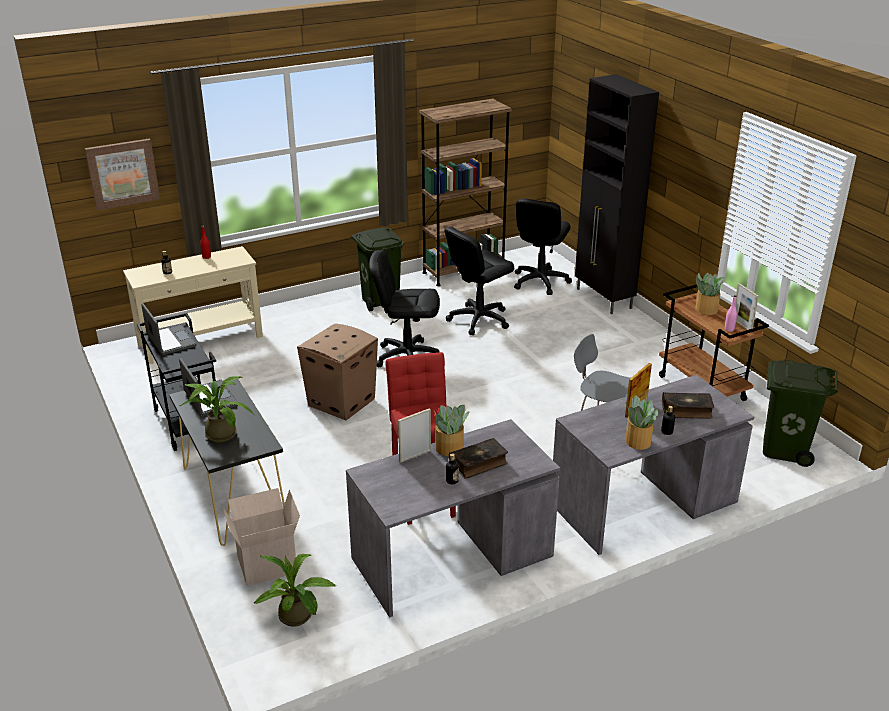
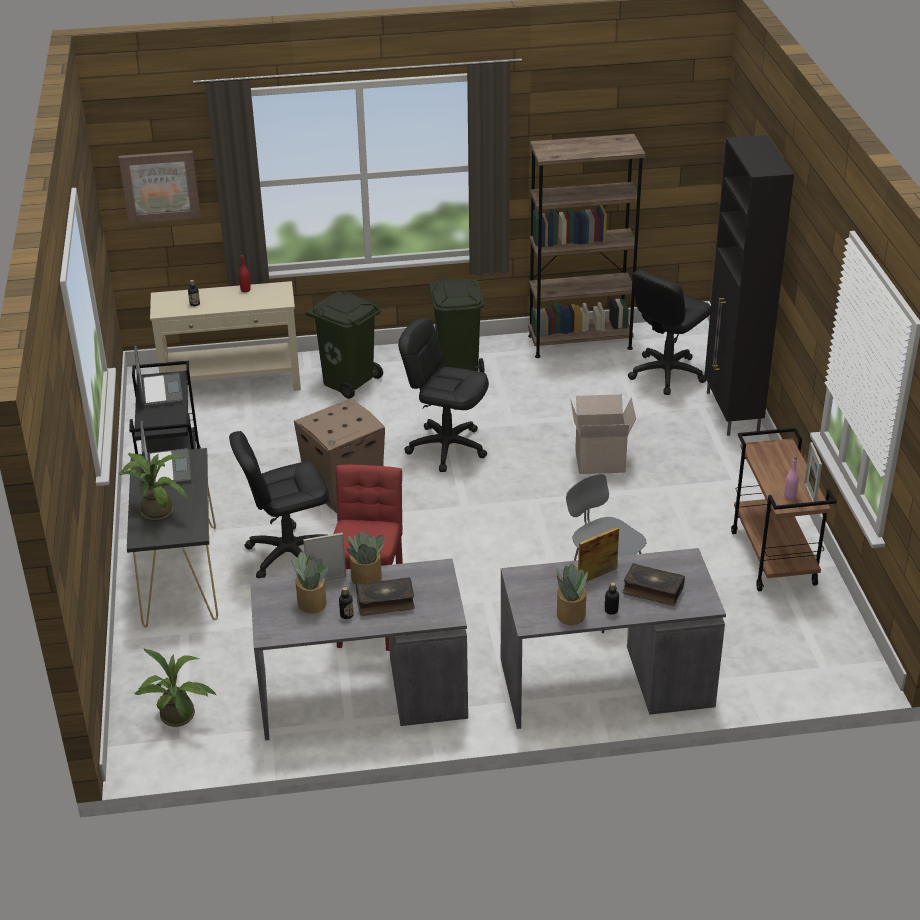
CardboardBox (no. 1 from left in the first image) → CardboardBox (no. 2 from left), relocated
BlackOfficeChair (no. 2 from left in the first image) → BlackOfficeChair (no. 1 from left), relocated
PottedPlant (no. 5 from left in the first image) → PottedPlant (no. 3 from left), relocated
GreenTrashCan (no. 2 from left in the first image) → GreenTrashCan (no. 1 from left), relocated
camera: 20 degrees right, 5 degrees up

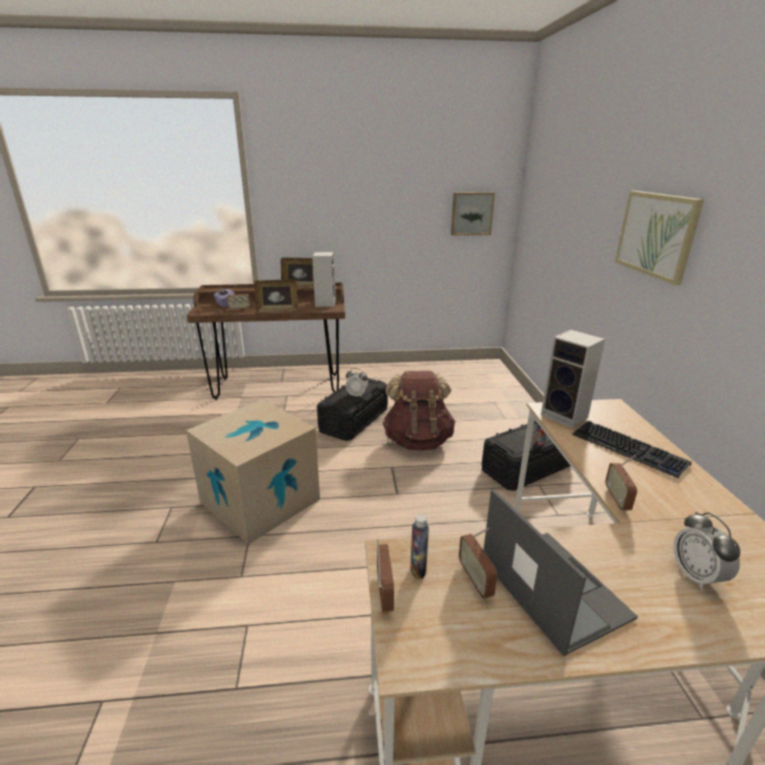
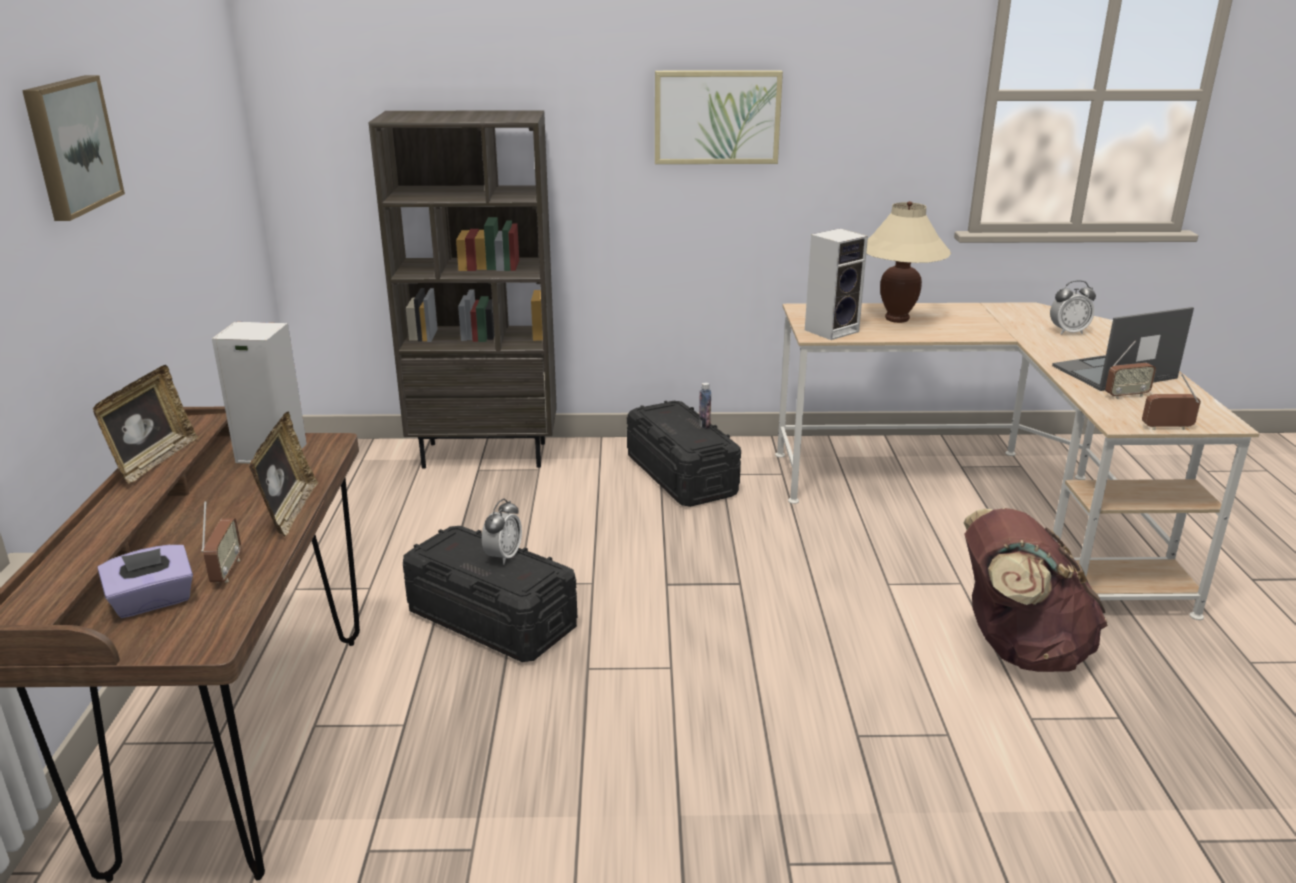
CardboardBox → -
BrownBackpack, relocated
Bottle (no. 1 from left) → -
Picture (no. 1 from left), relocated
Keyboard → BeigeTableLamp
Radio (no. 4 from left) → -
- → BrownBookcase
camera: 85 degrees left, 0 degrees up

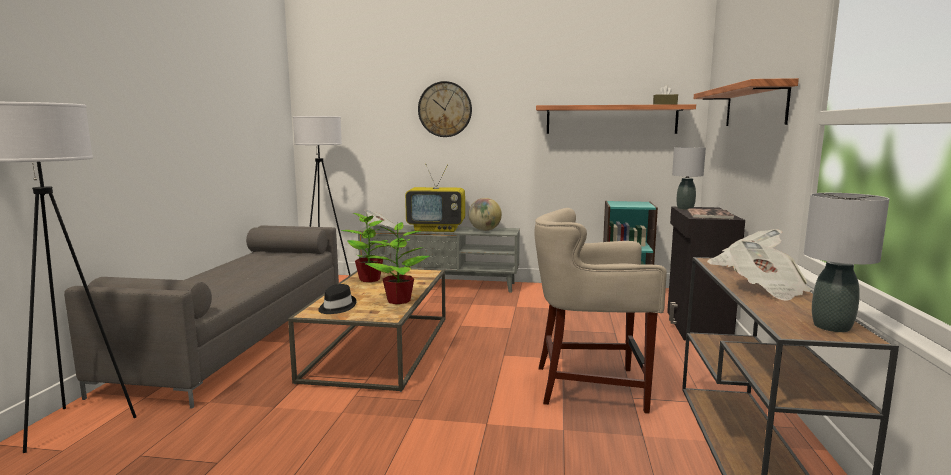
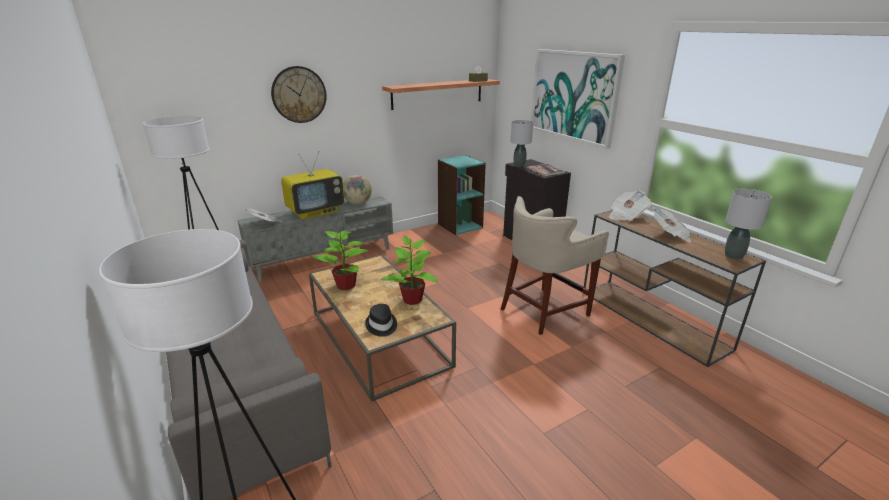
Shelf (no. 2 from left) → Picture
camera: 40 degrees left, 15 degrees up

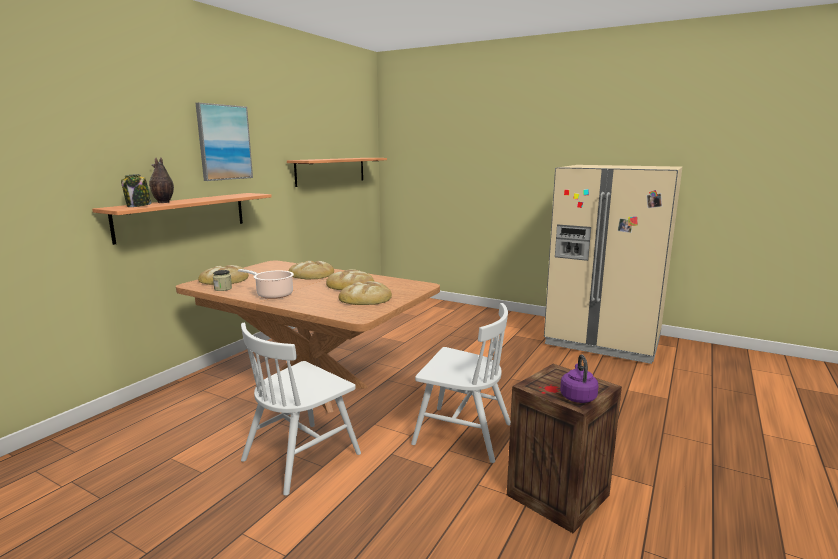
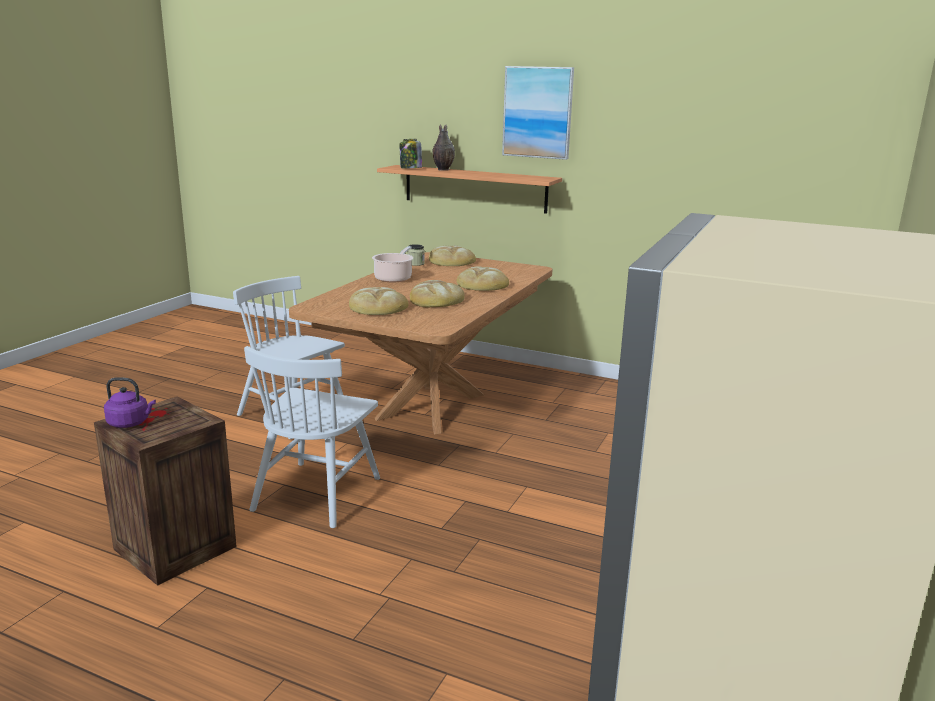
Shelf (no. 2 from left) → -
camera: 85 degrees right, 5 degrees up

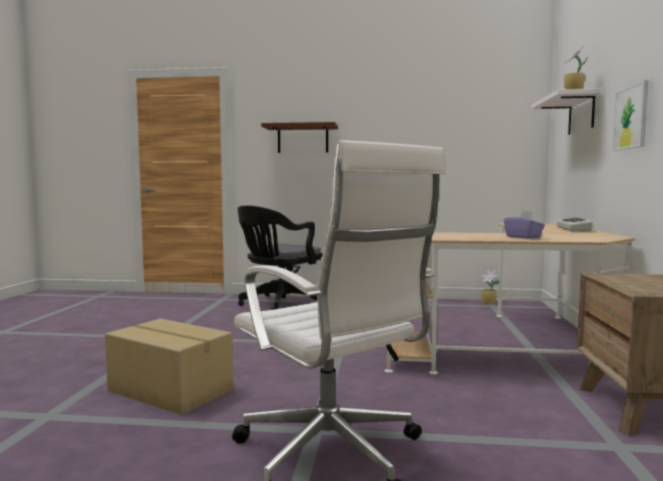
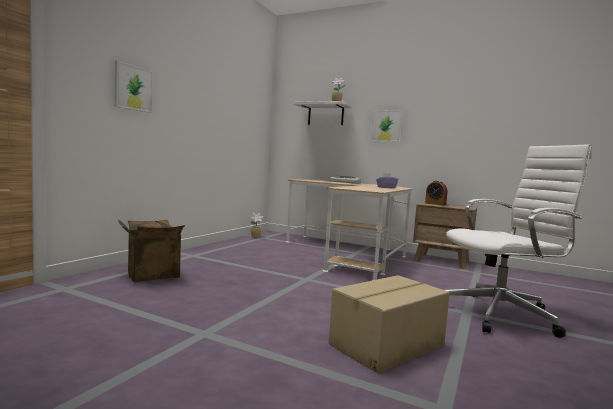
BlackOfficeChair → CardboardBox (no. 1 from left)
BrownShelf → Picture (no. 1 from left)
- → AlarmClock
camera: 70 degrees left, 0 degrees up

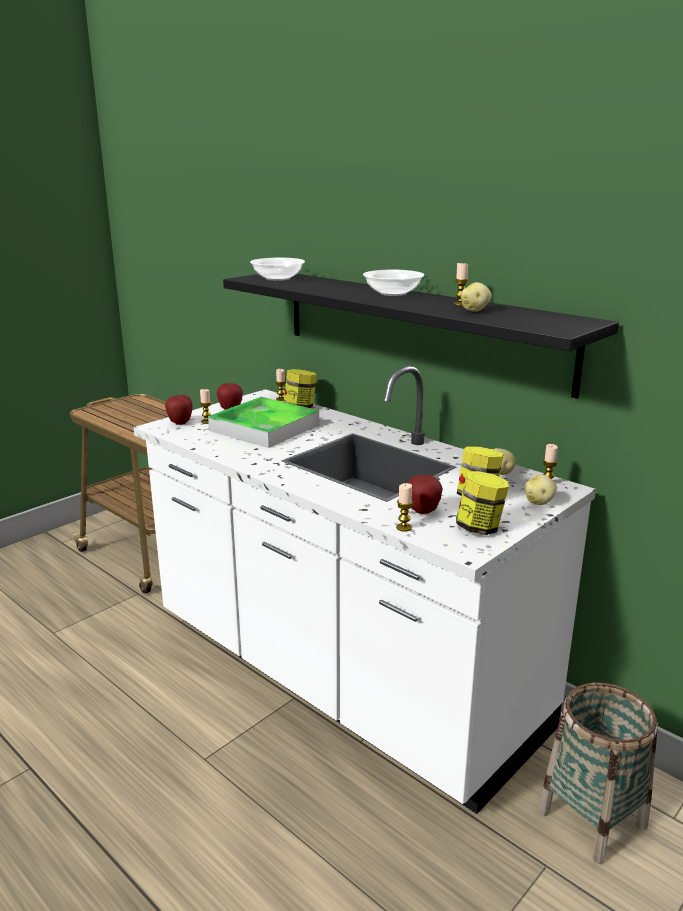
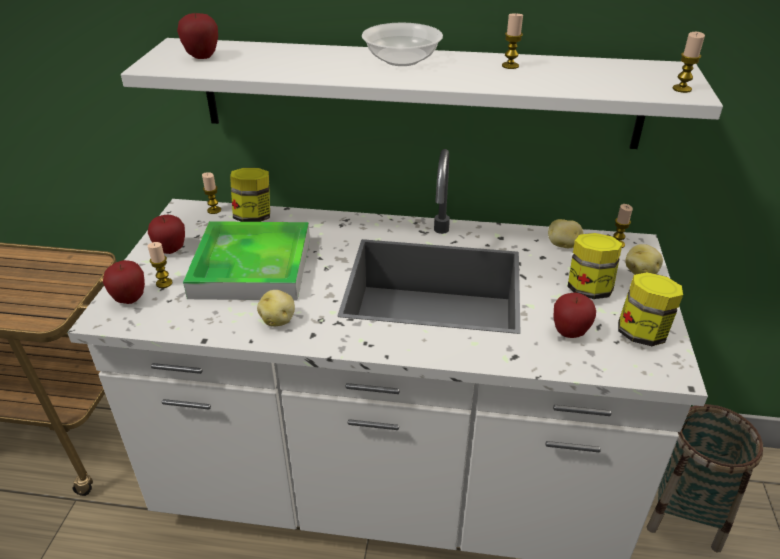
BlackShelf → WhiteShelf
Bowl (no. 1 from left) → Apple (no. 3 from left)
Candle (no. 3 from left in the first image) → Candle (no. 5 from left), relocated
Potato (no. 1 from left), relocated
camera: 35 degrees left, 15 degrees up

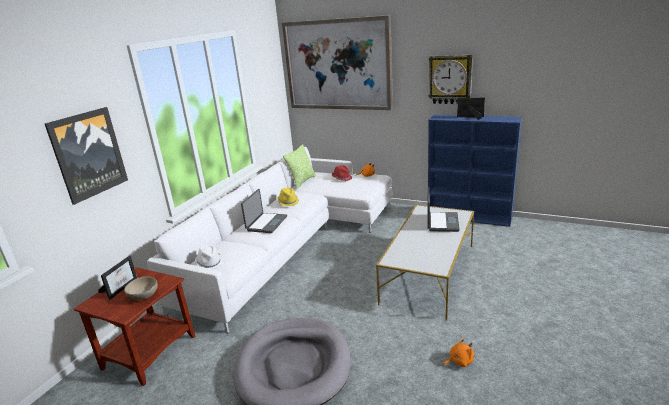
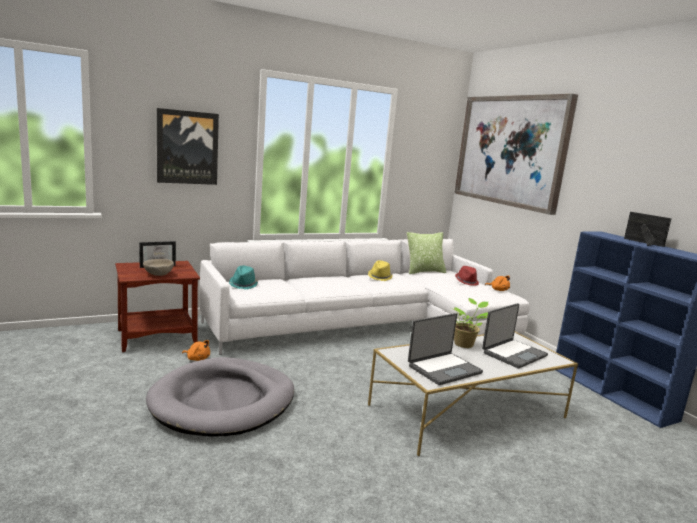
WhiteHat → TurquoiseHat
Laptop (no. 1 from left), relocated
WallClock → -
OrangePlushToy (no. 2 from left in the first image) → OrangePlushToy (no. 1 from left), relocated
- → PottedPlant
camera: 35 degrees right, 10 degrees down

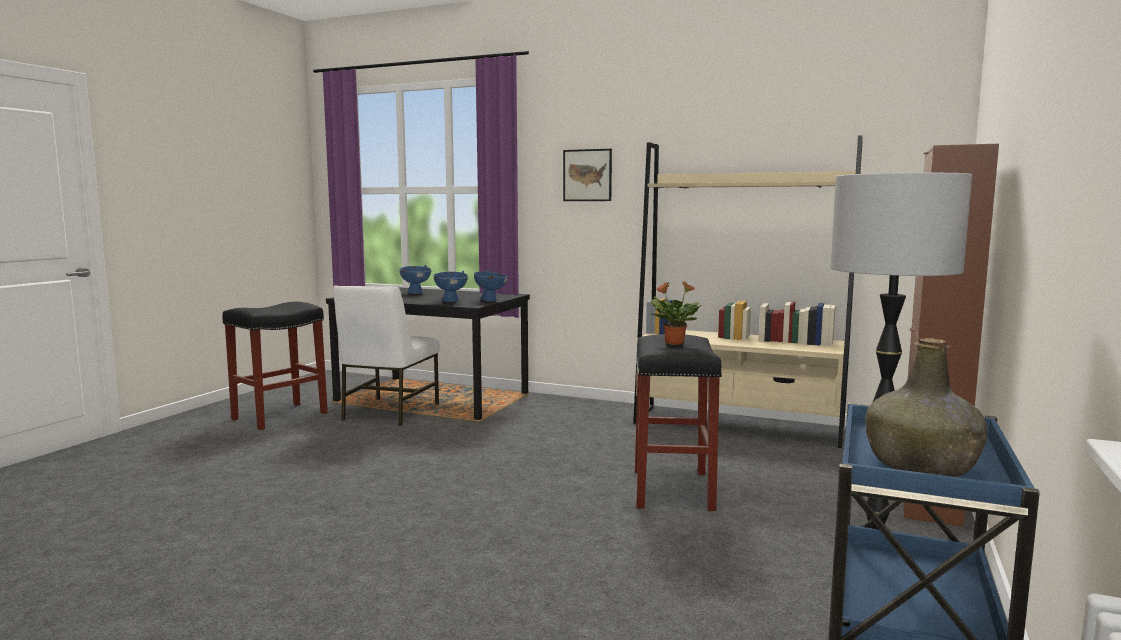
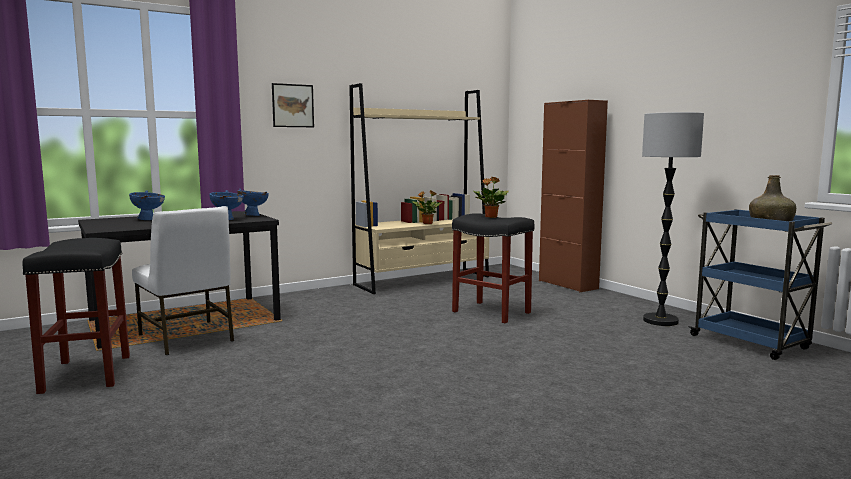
- → PottedPlant (no. 1 from left)
camera: 55 degrees left, 0 degrees up

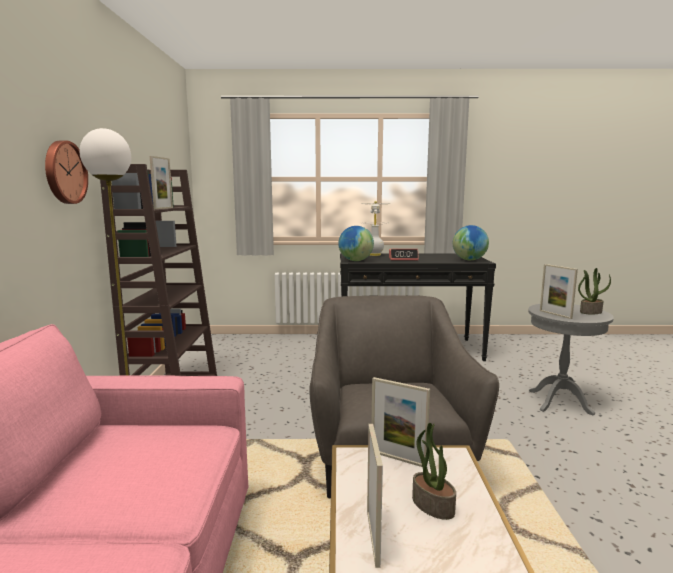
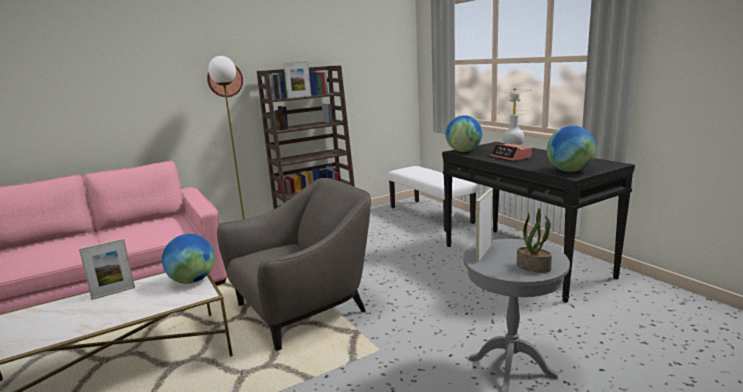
PictureFrame (no. 3 from left) → Globe (no. 1 from left)
PottedPlant (no. 1 from left) → -
- → WhiteBench
camera: 60 degrees right, 5 degrees up

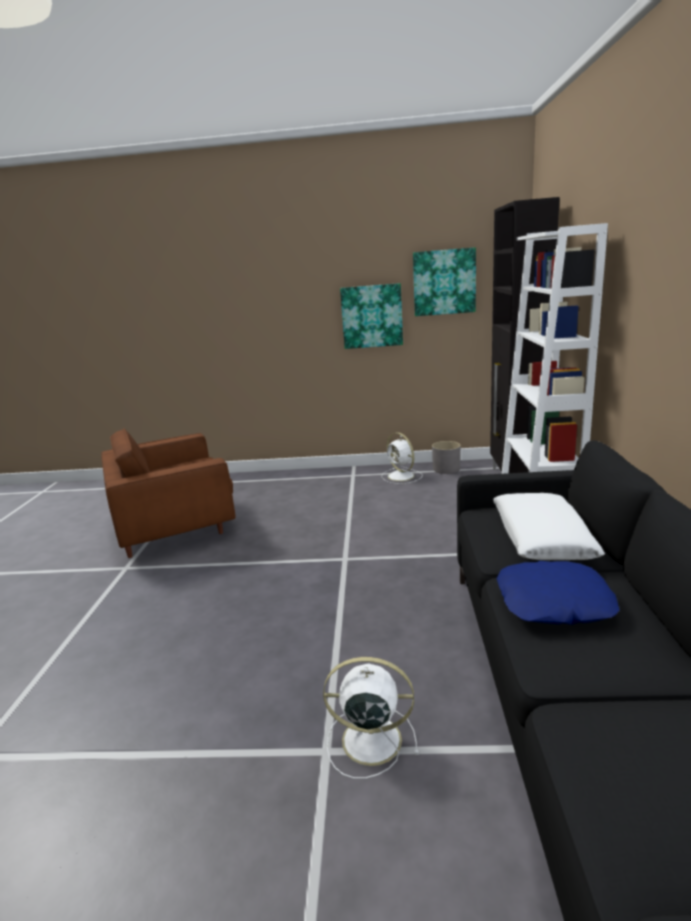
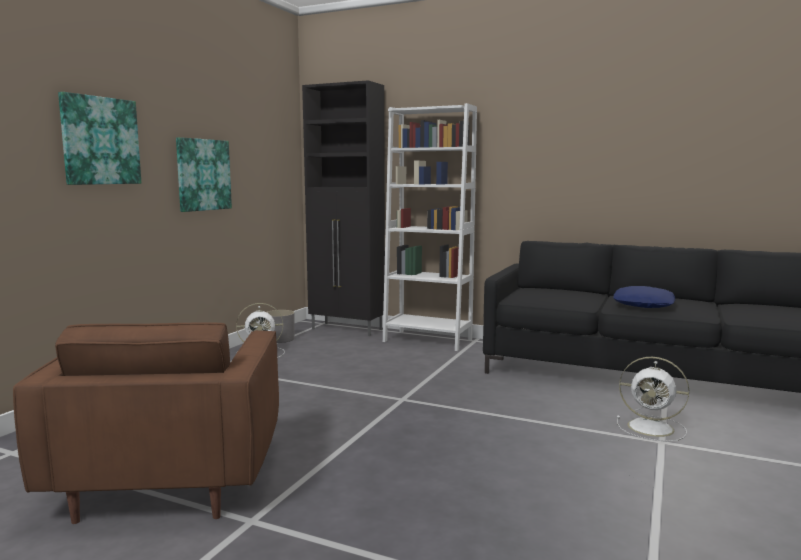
WhiteFan (no. 1 from left in the first image) → WhiteFan (no. 2 from left), 90 degrees counterclockwise
Picture (no. 2 from left in the first image) → Picture (no. 1 from left), relocated
WhitePillow → -
camera: 70 degrees left, 10 degrees down

